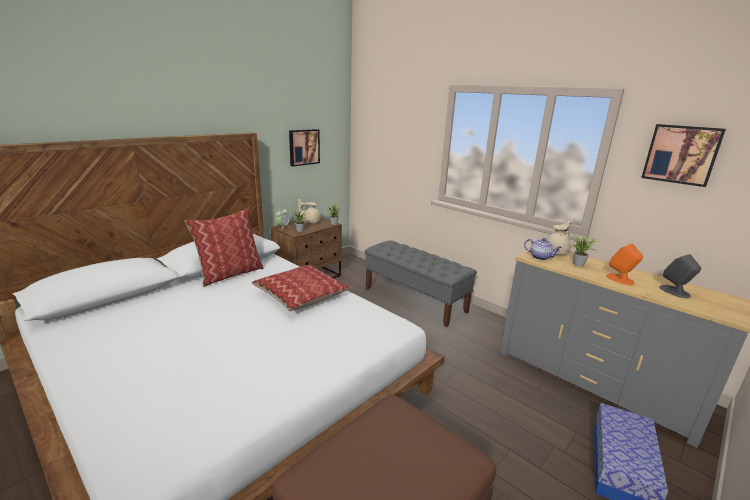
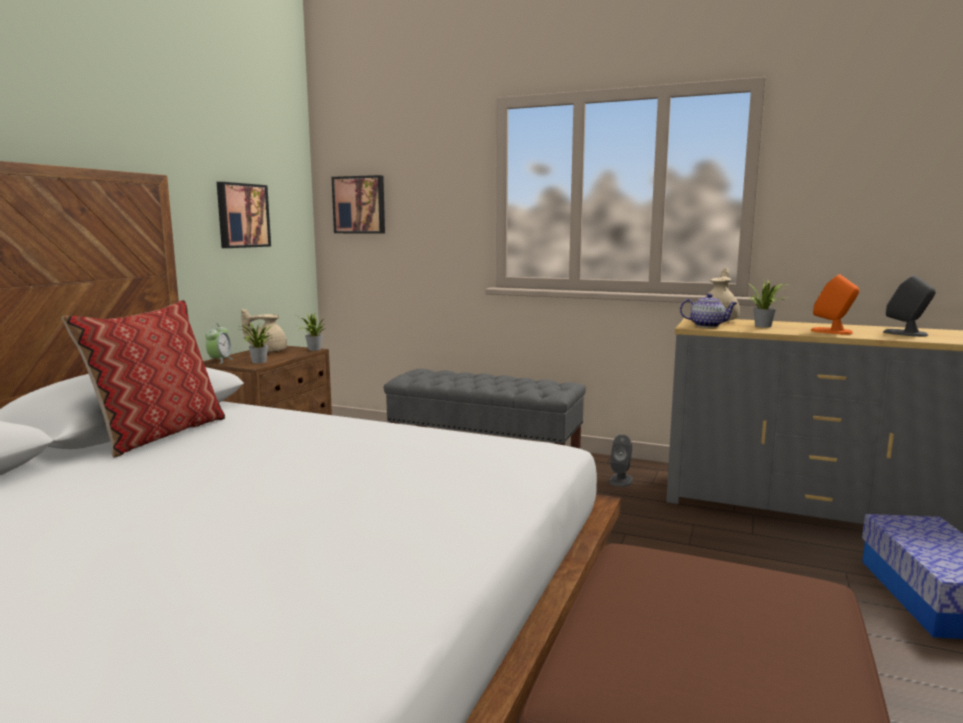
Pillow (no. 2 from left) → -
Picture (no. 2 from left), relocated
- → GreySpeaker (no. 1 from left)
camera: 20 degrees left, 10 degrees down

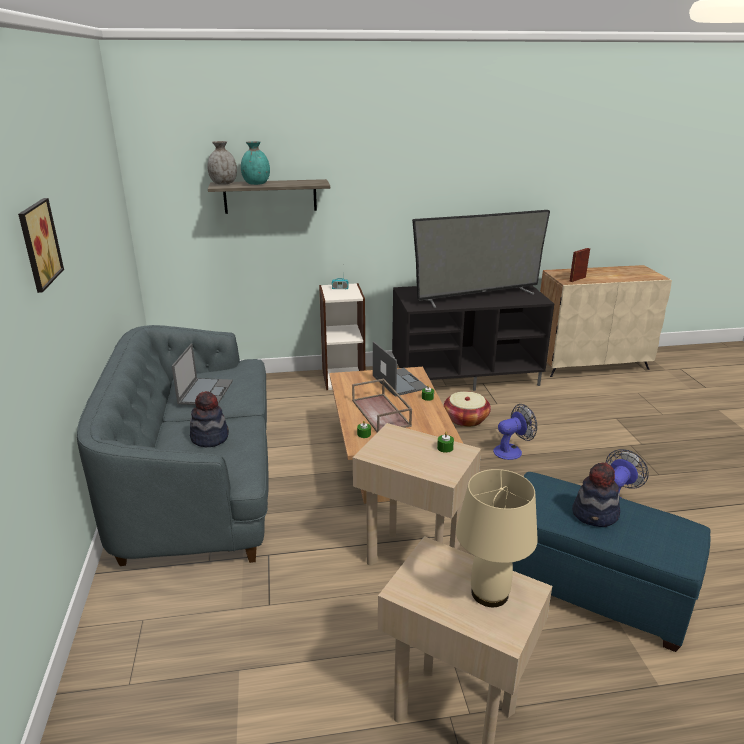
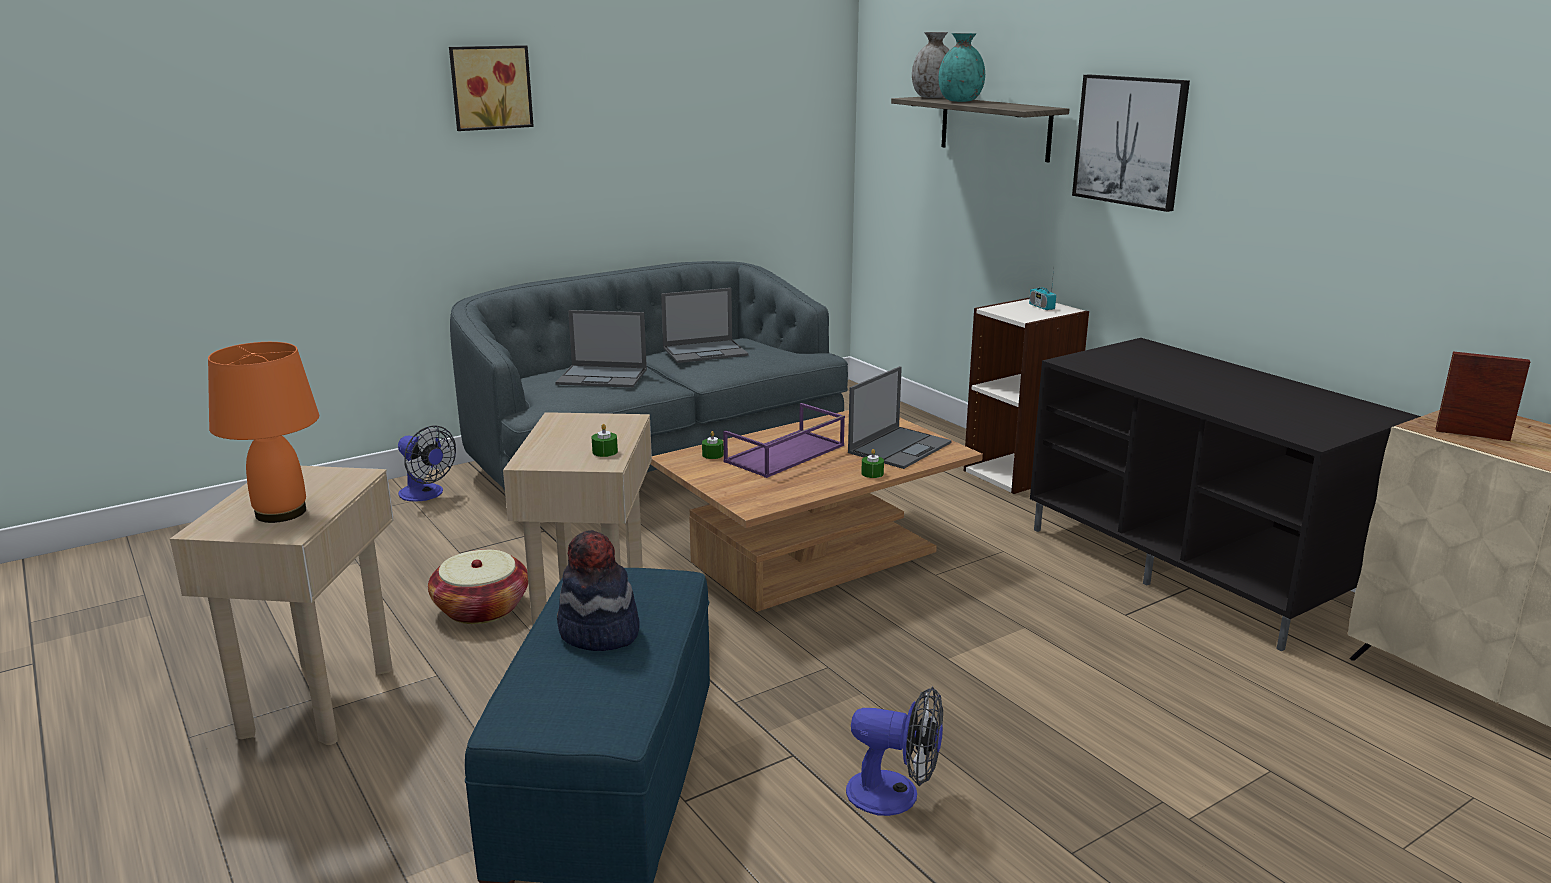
Hat (no. 1 from left) → Laptop (no. 1 from left)
BrownTray → PurpleTray
Television → -
Basket, relocated
BeigeTableLamp → OrangeTableLamp
Fan (no. 1 from left), relocated
- → Picture (no. 2 from left)
camera: 65 degrees right, 5 degrees down

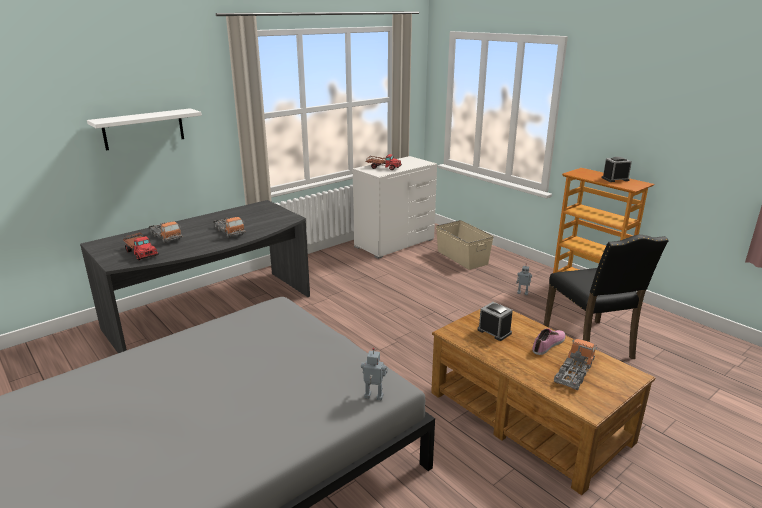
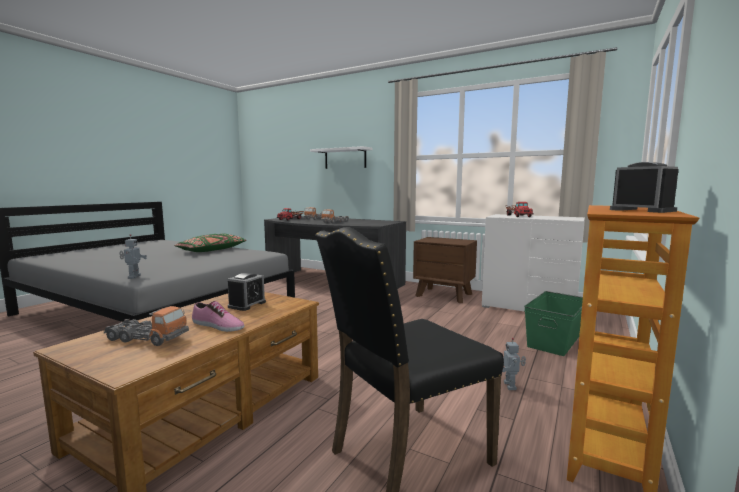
BeigeStorageBox → GreenStorageBox
- → GreenPillow
- → BrownNightstand
camera: 70 degrees right, 15 degrees down

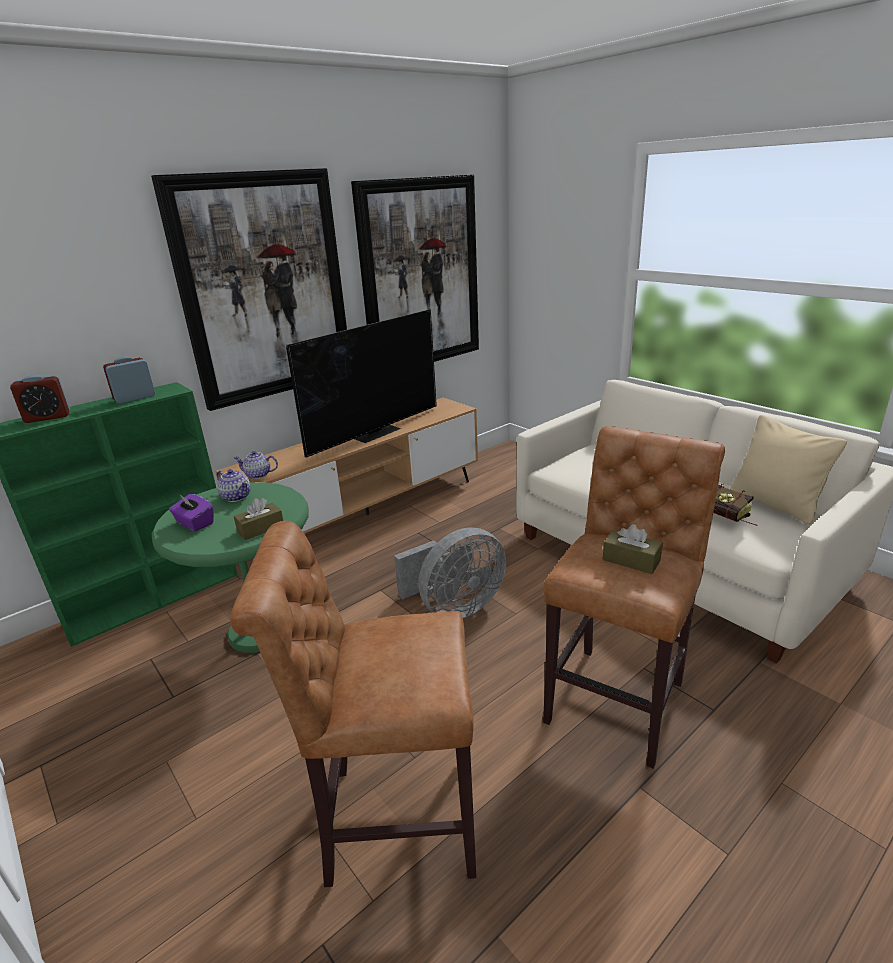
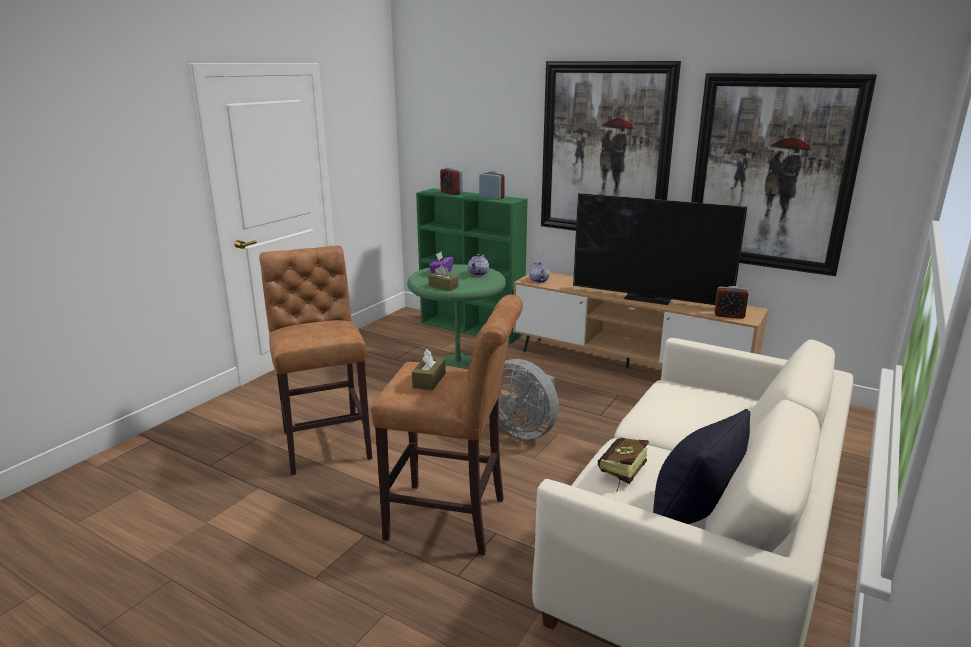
BeigePillow → BlackPillow
- → AlarmClock (no. 3 from left)
camera: 70 degrees right, 5 degrees down

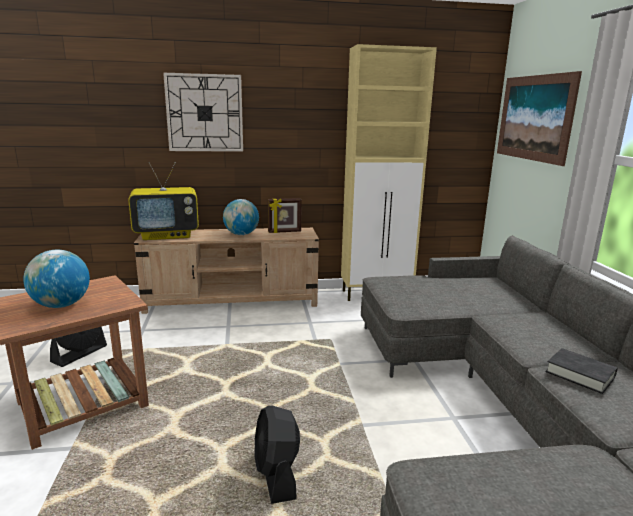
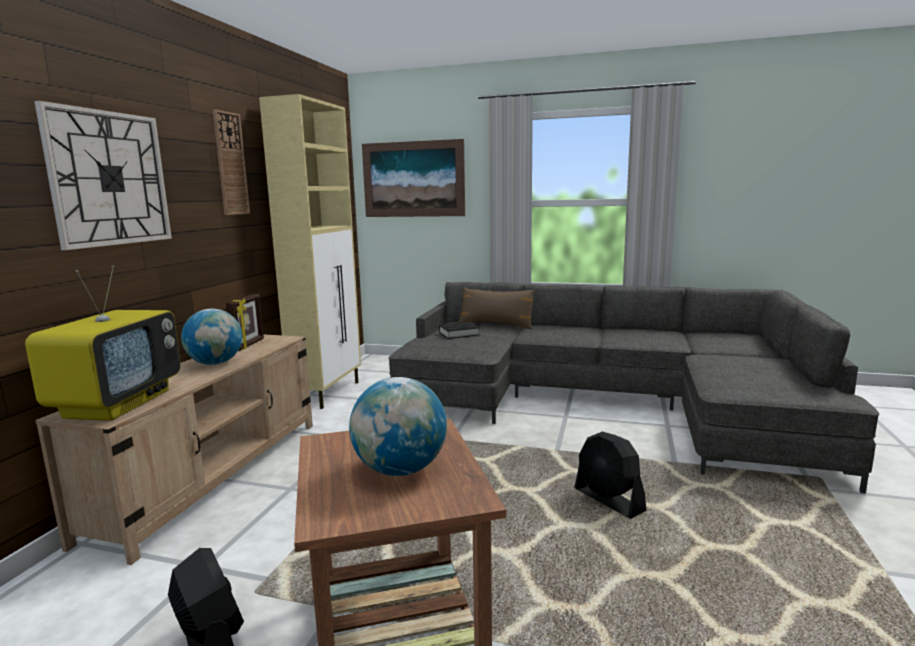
BlackFan (no. 2 from left), 45 degrees clockwise
BlackBook, relocated
- → WallClock (no. 2 from left)
- → BrownPillow
camera: 65 degrees left, 5 degrees down

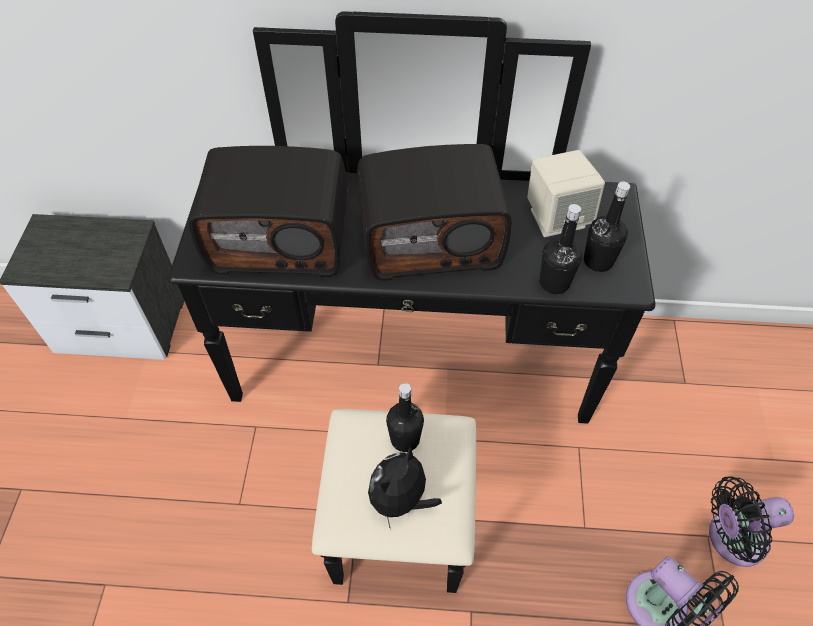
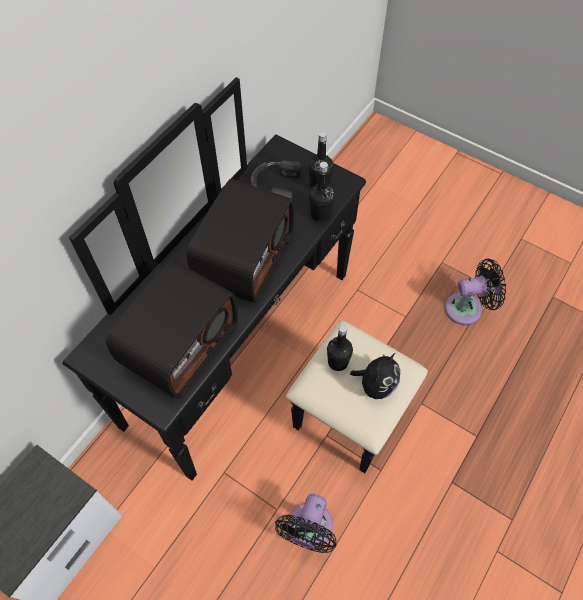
PlushToy, 120 degrees counterclockwise
BeigeSpeaker → BlackHeadphones
BlackFan (no. 2 from left in the first image) → BlackFan (no. 1 from left), relocated
camera: 60 degrees left, 5 degrees up

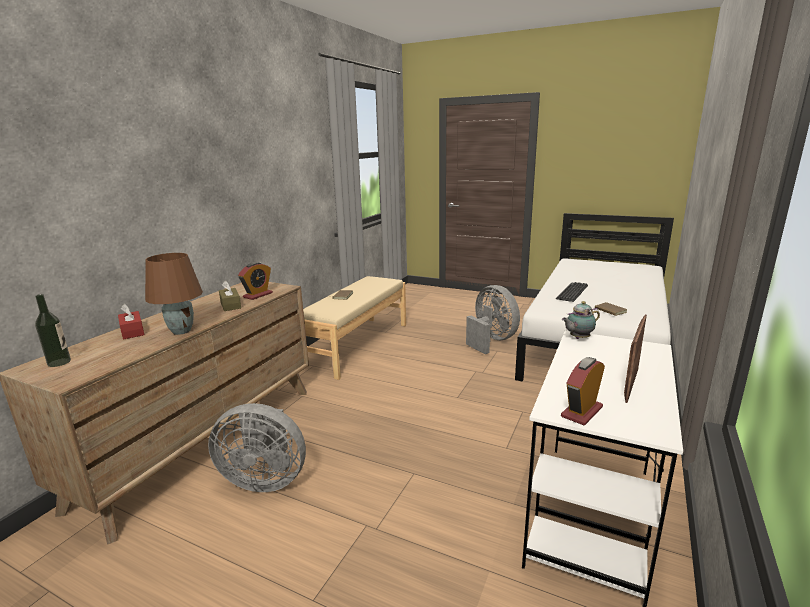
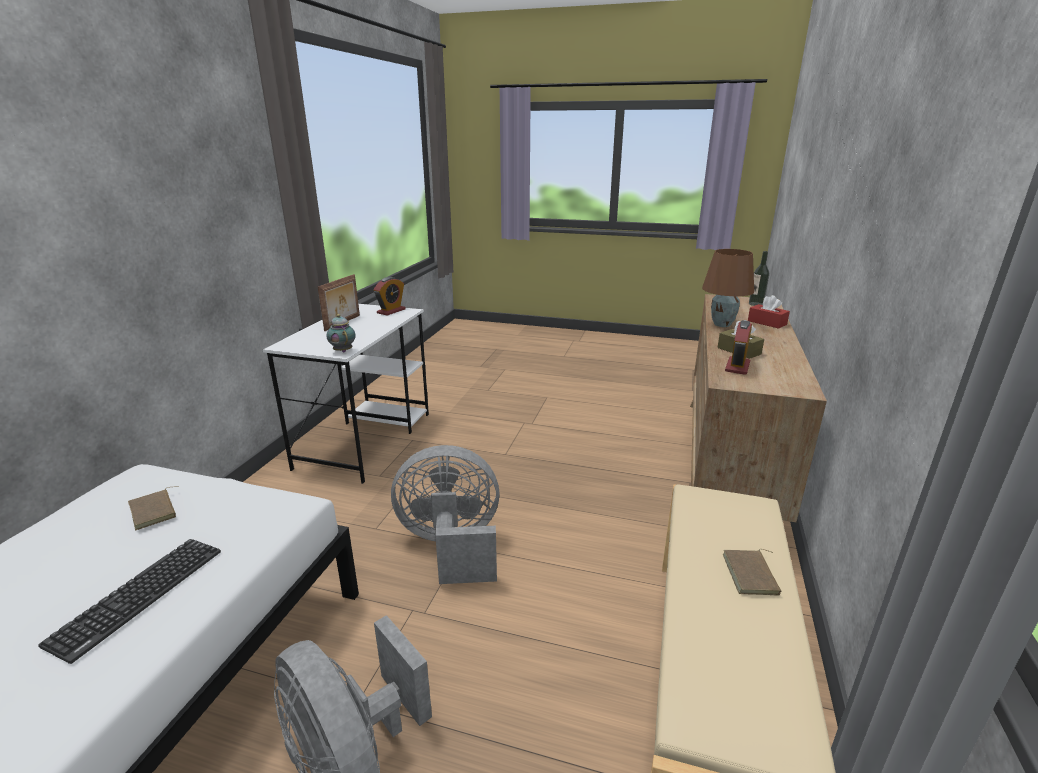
GreyFan (no. 1 from left in the first image) → GreyFan (no. 2 from left), relocated
Teapot, 90 degrees counterclockwise
camera: 170 degrees right, 5 degrees up

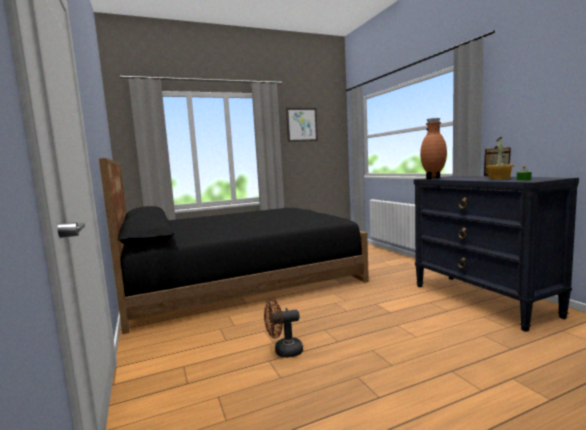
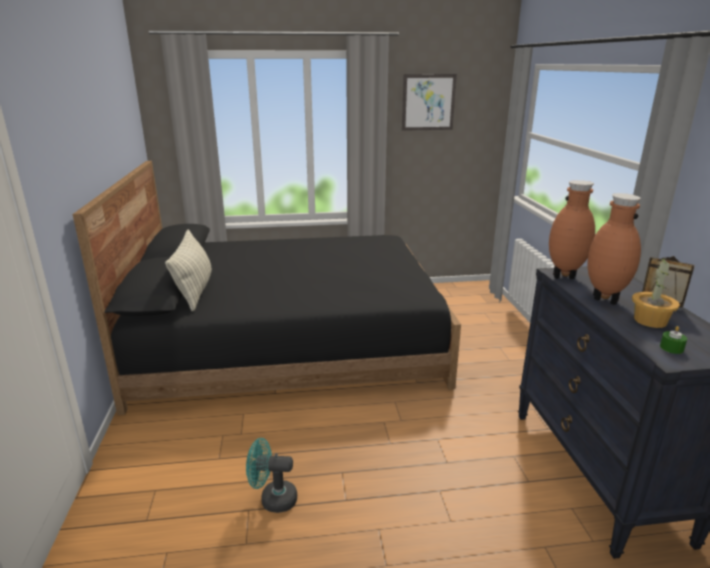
BrownFan → TurquoiseFan
- → Pillow
- → BrownVase (no. 2 from left)
camera: 15 degrees right, 15 degrees up

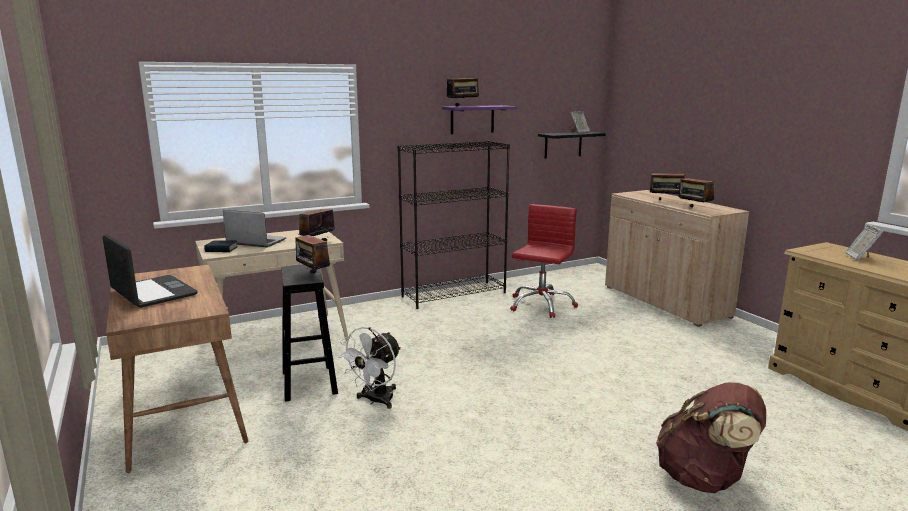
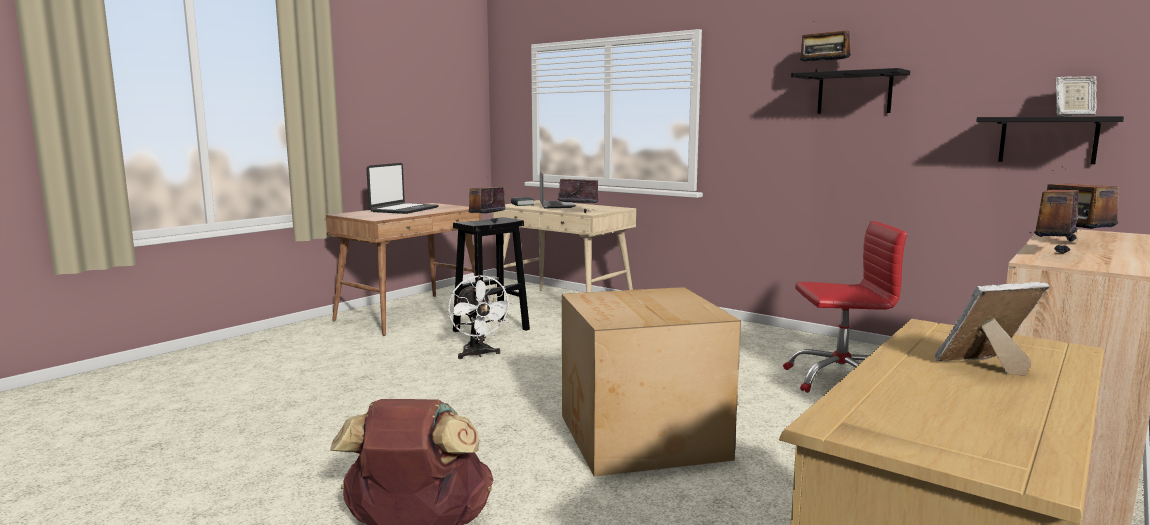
WhiteFan, 120 degrees counterclockwise
BlackBookcase → -
PurpleShelf → BlackShelf (no. 1 from left)
- → CardboardBox
camera: 65 degrees right, 5 degrees down

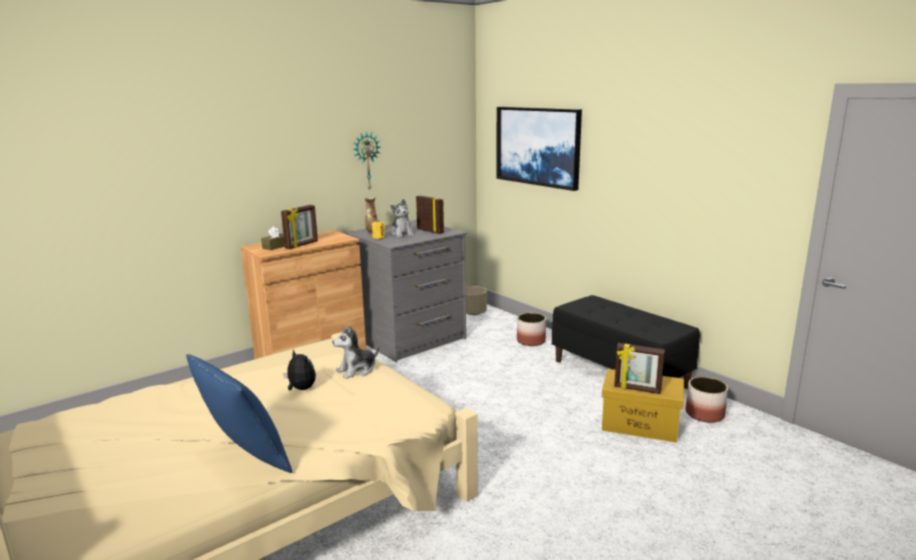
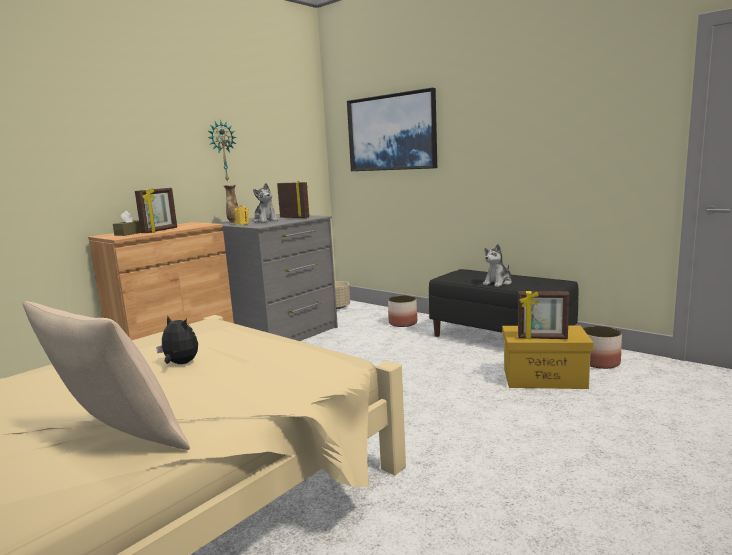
BluePillow → BeigePillow
PlushToy (no. 2 from left in the first image) → PlushToy (no. 3 from left), relocated
camera: 10 degrees left, 5 degrees down

